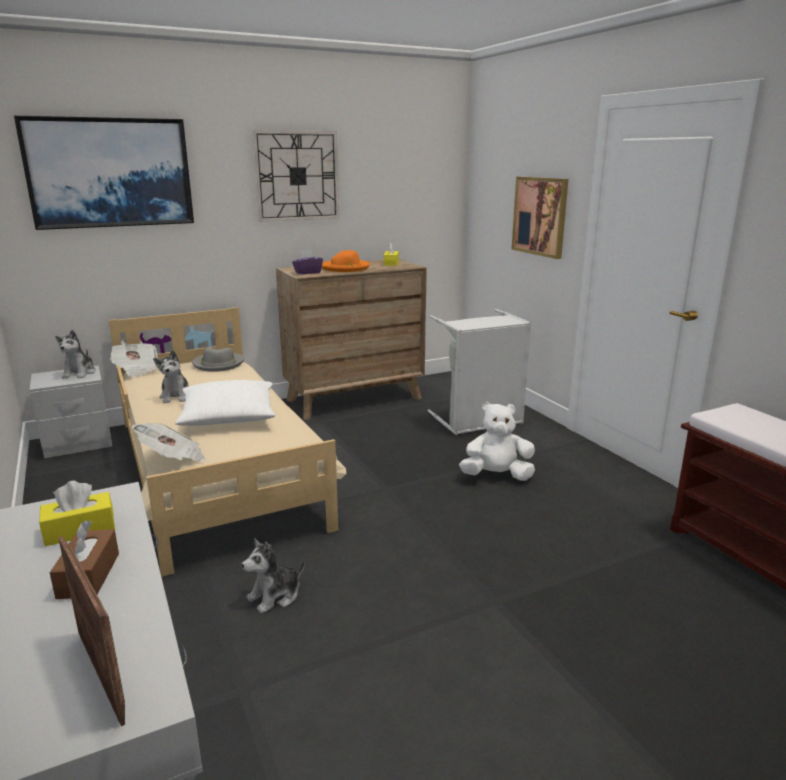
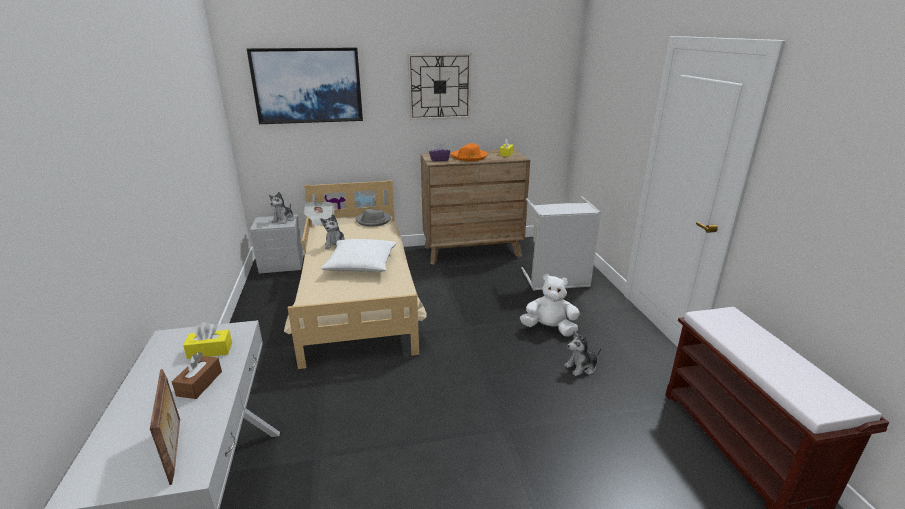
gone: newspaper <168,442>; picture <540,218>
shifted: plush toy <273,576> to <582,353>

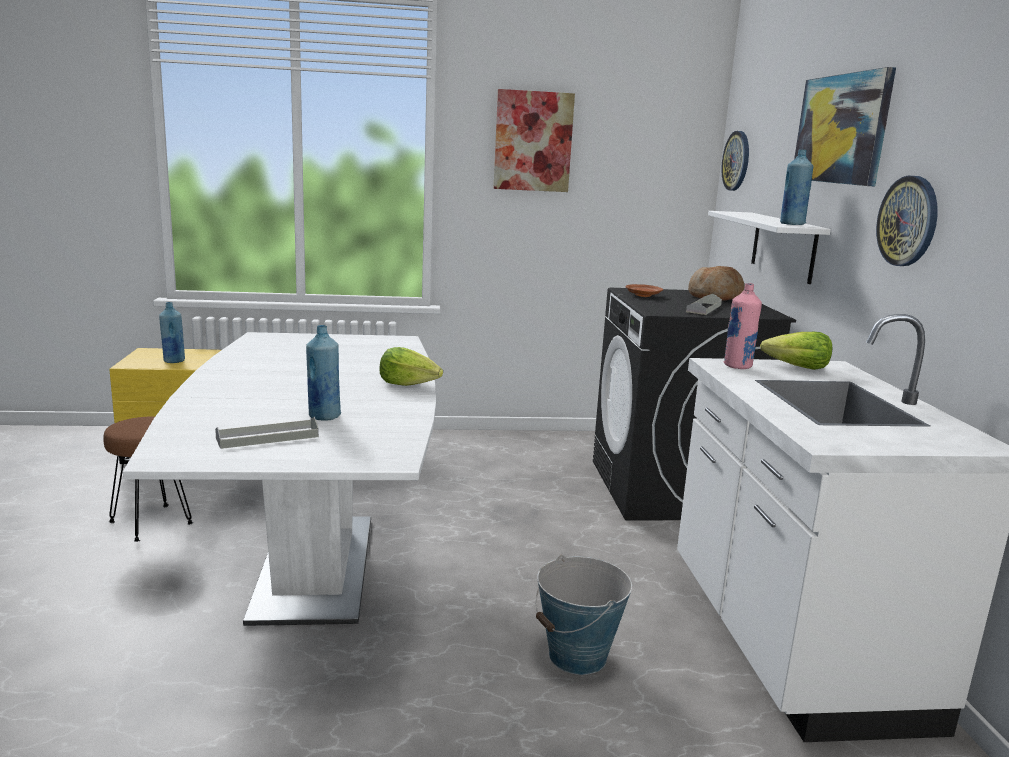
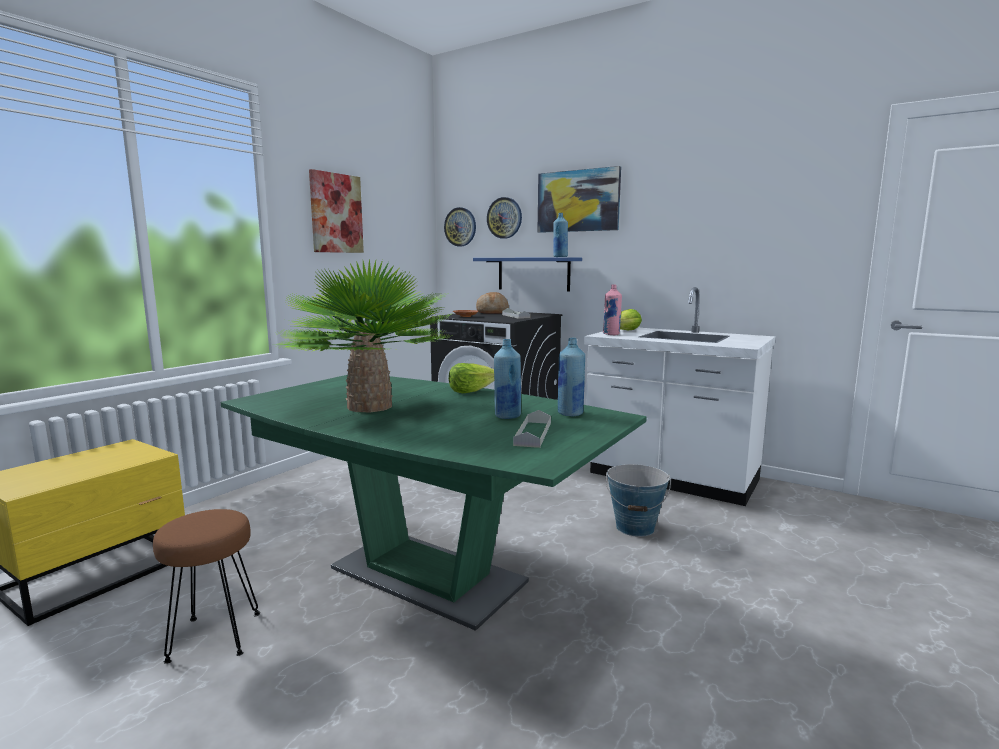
new: potted plant <363,335>
shifted: blue bottle <172,332> to <571,377>; clock on the wall <907,221> to <504,218>
repainted: white-coloured dining table <279,479> to green dining table <433,503>; white-coloured bracket shelf <769,247> to blue bracket shelf <527,274>

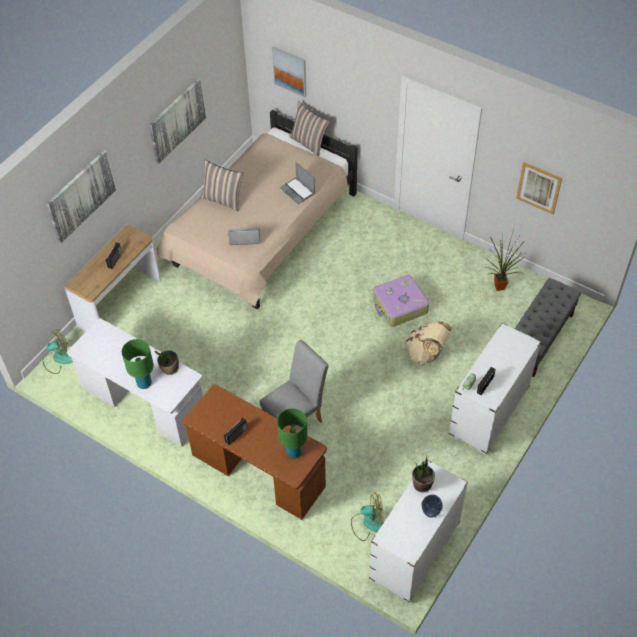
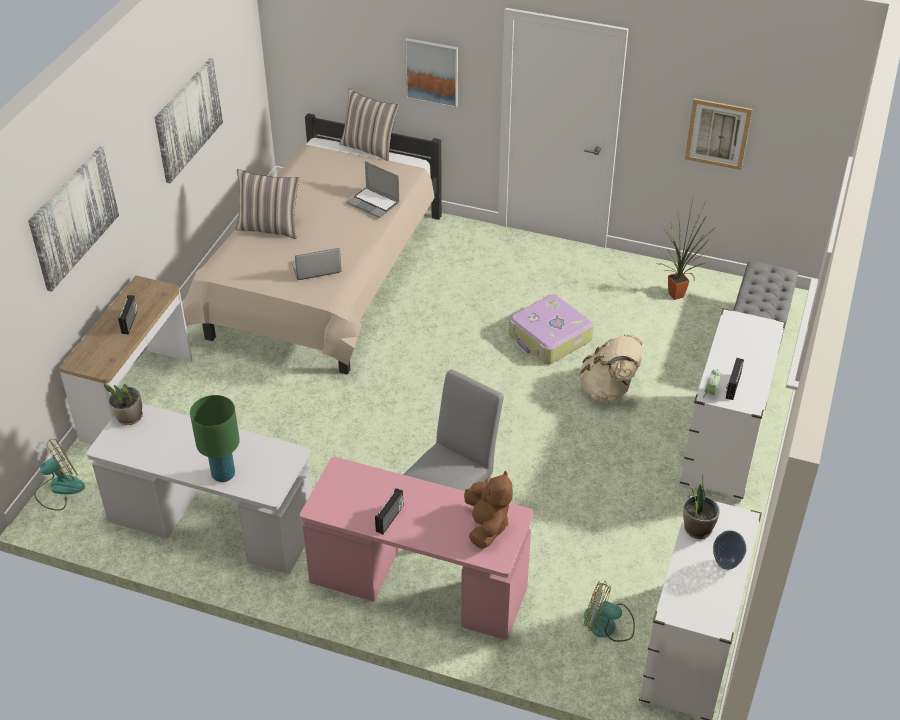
shifted: potted plant <167,362> to <123,404>; picture <289,72> to <431,73>
swapped: green tabletop lamp <292,433> to brownish plush toy <488,509>
repainted: brownish desk <255,452> to pinkish desk <417,548>
rotated: cooling fan <367,517> = <609,611> 150 degrees counterclockwise

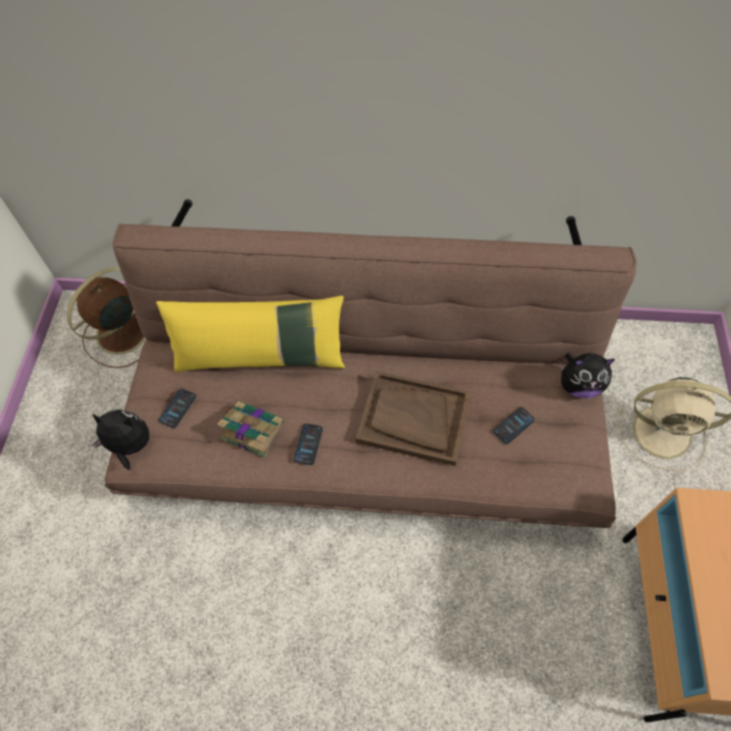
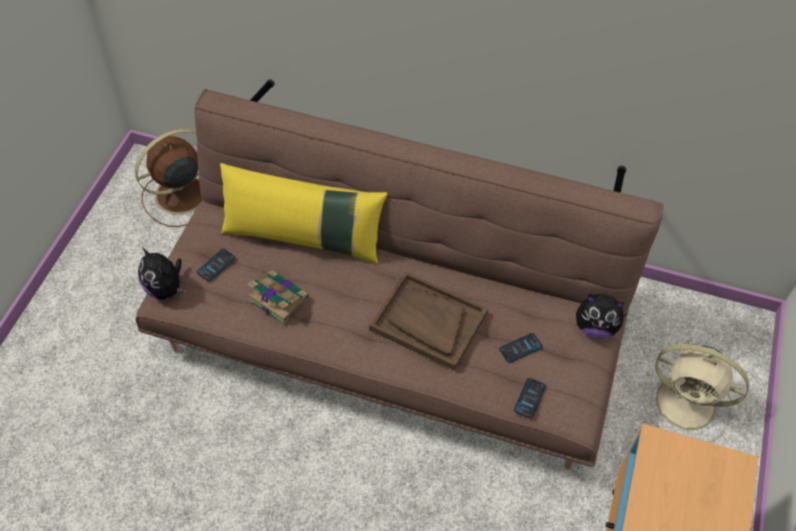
shifted: telephone <308,444> to <530,398>
rotated: plush toy <120,439> = <162,273> 150 degrees counterclockwise

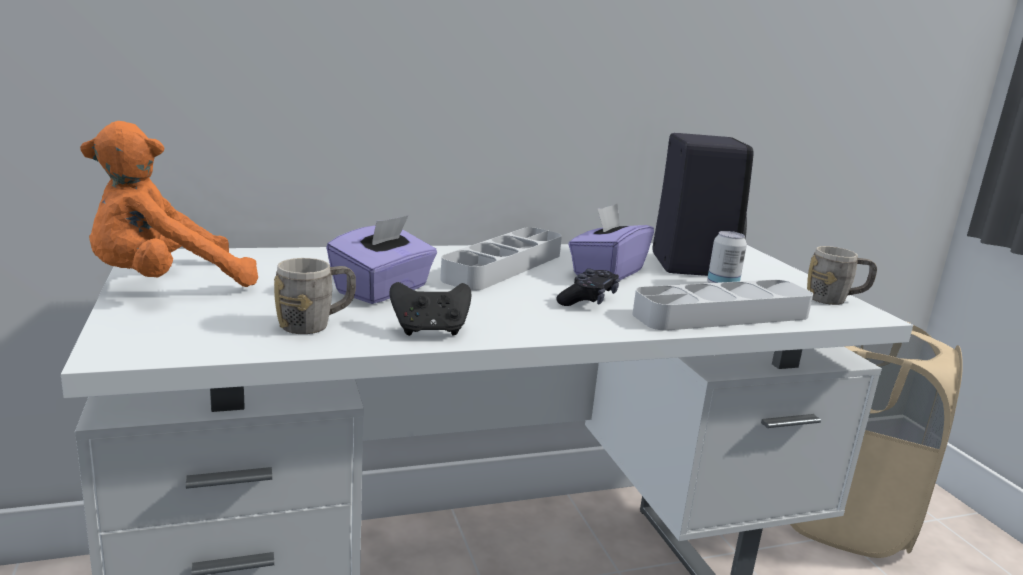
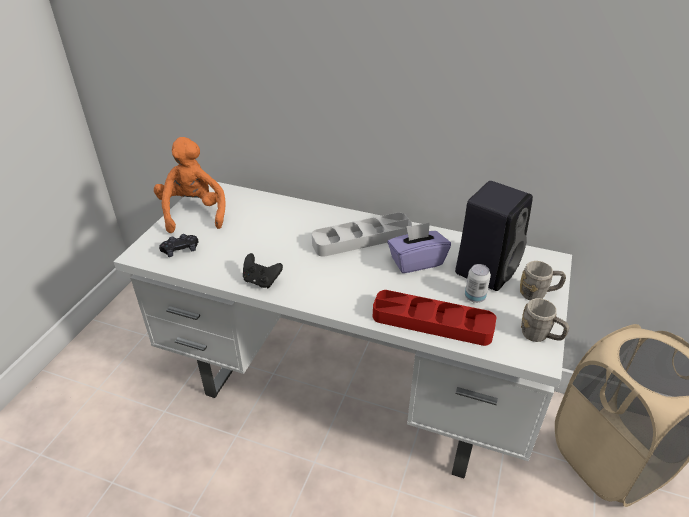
gone: purple-coloured tissue box <381,259>
shifted: greyish mug <315,296> to <543,280>; blackish gamepad <588,287> to <179,245>
repainted: greyish serving tray <722,305> to red serving tray <435,318>
rotated: orange plush toy <169,204> = <190,185> 75 degrees clockwise

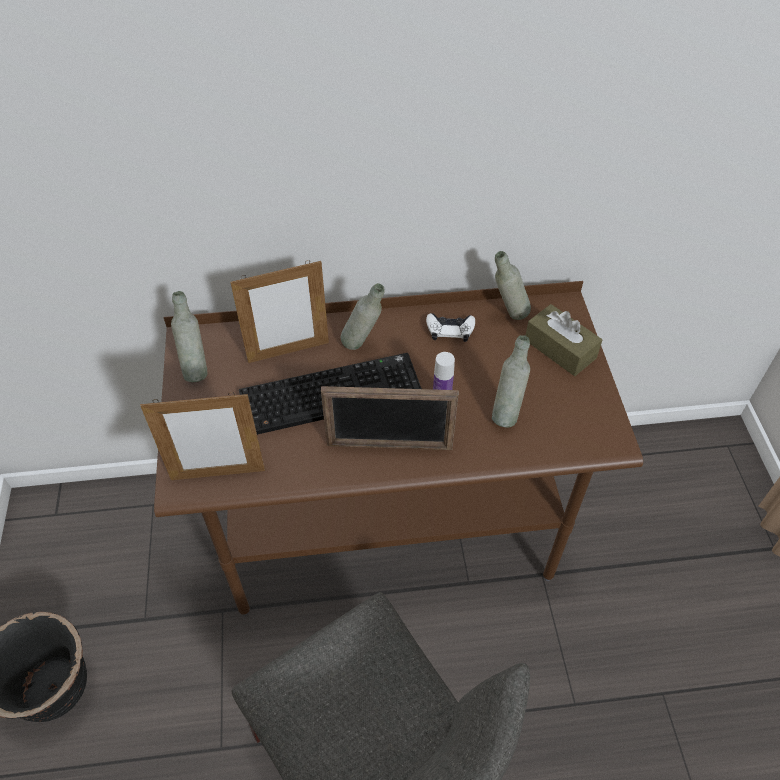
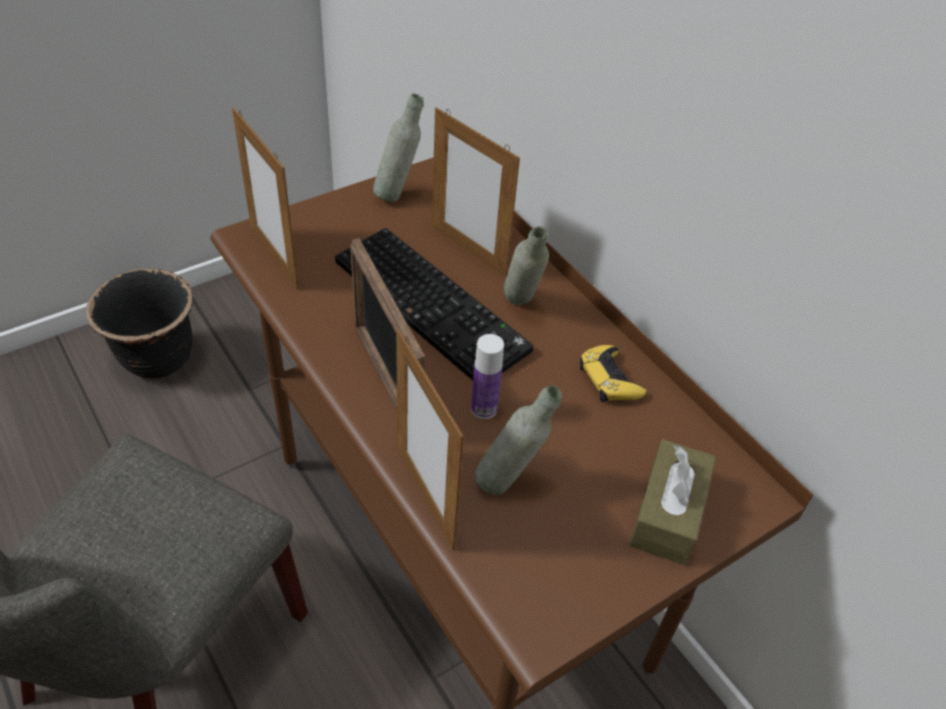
gone: greyish bottle <513,285>
new: picture frame <430,439>
repainted: white-coloured gamepad <450,327> to yellow-coloured gamepad <613,373>

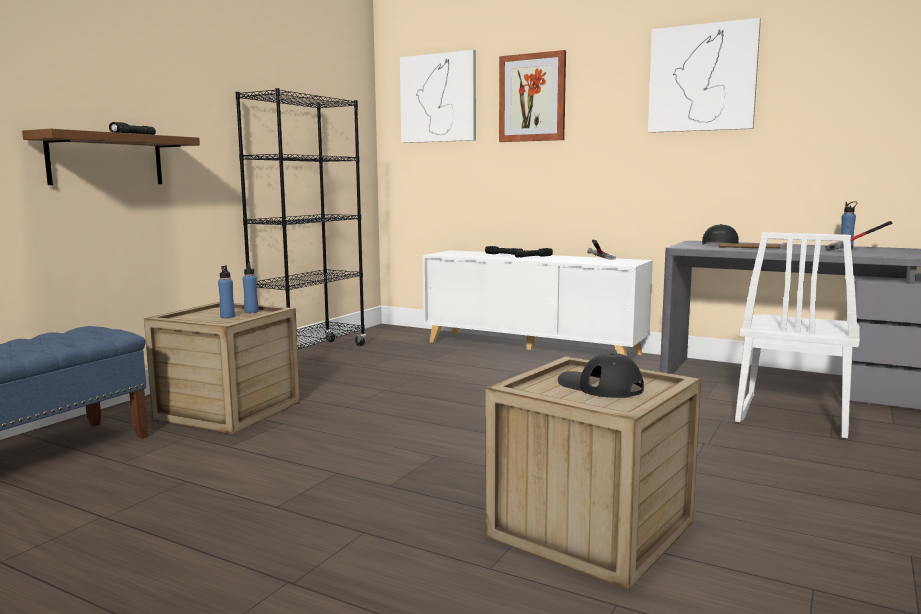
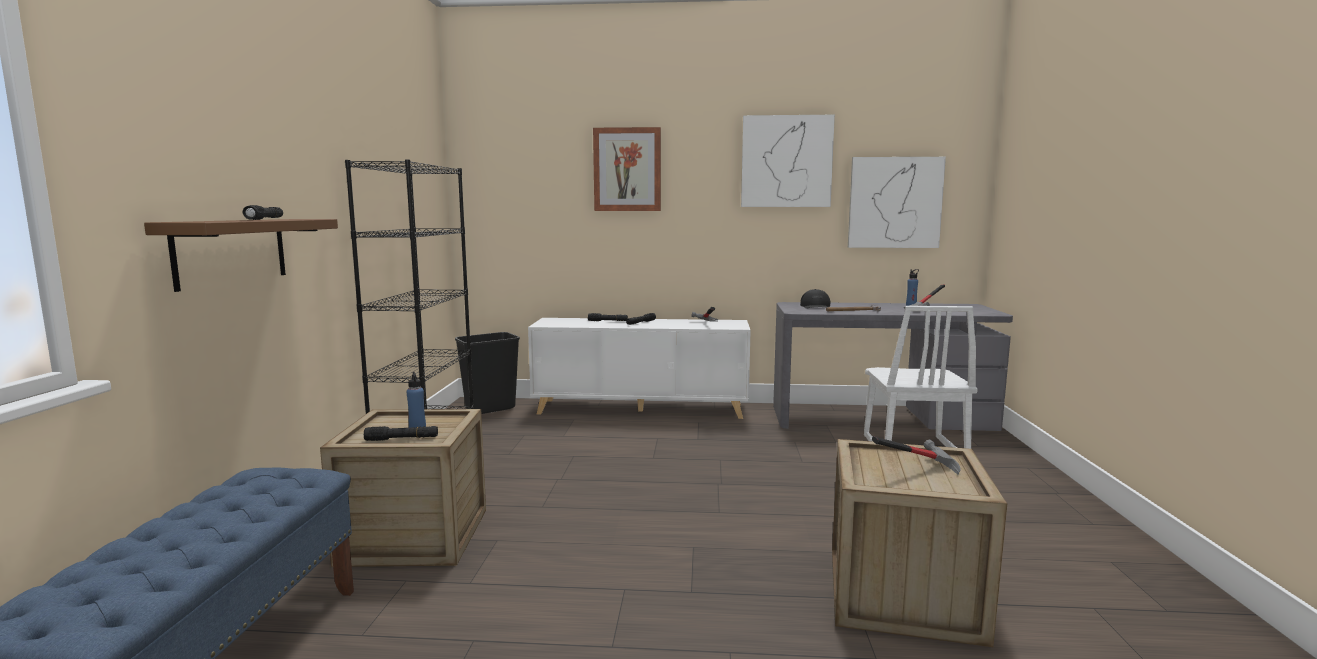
gone: blue bottle <250,287>
new: blackish flashlight <401,433>; blackish waste bin <487,373>
shifted: picture <438,96> to <897,202>
swapped: blackish baseball cap <601,375> to tool hammer <916,455>

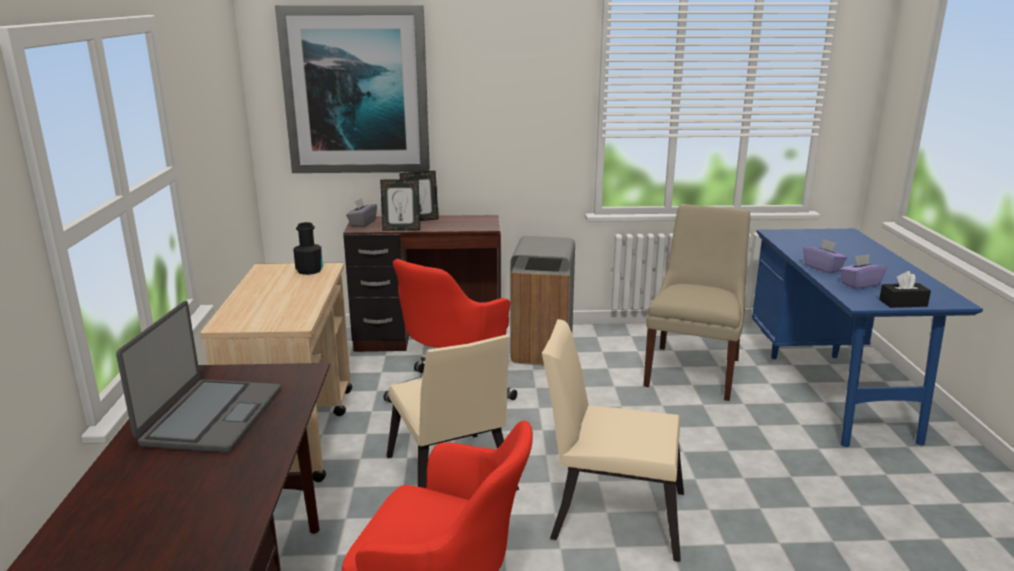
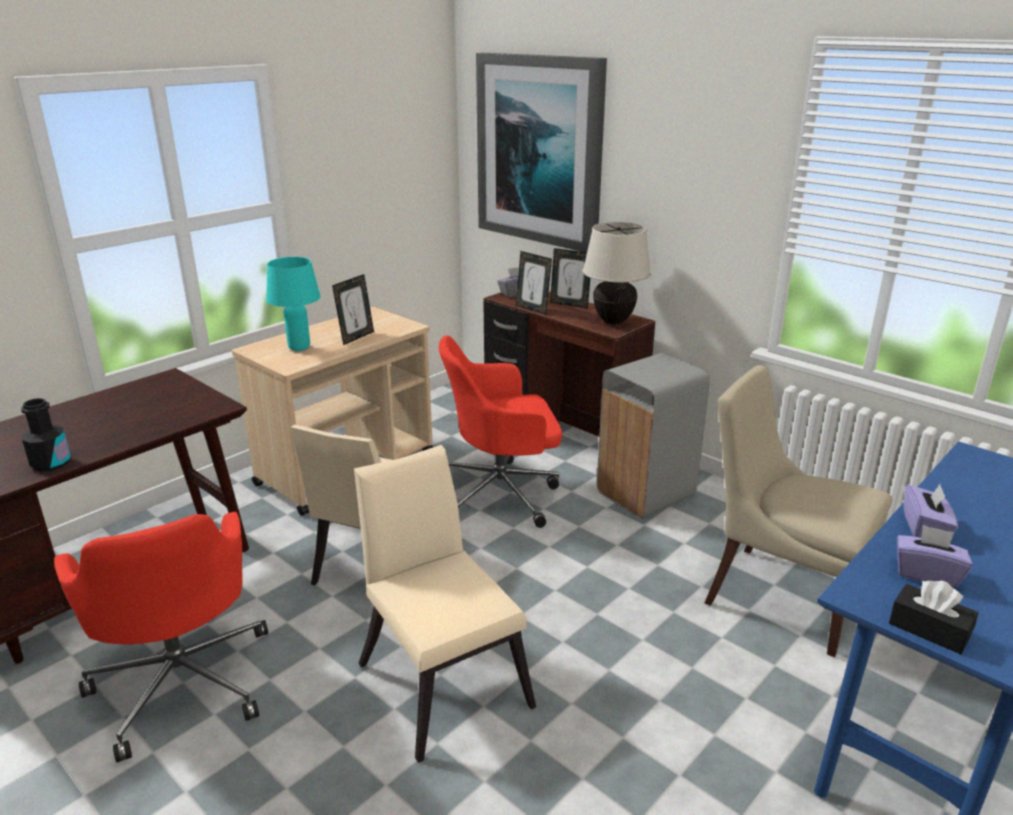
gone: laptop <198,377>
new: turquoise tabletop lamp <293,304>; picture frame <353,309>; sand-coloured tabletop lamp <617,273>
shifted: blackish bottle <308,248> to <45,435>
rotated: sand-coloured chair <696,302> = <798,511> 120 degrees counterclockwise

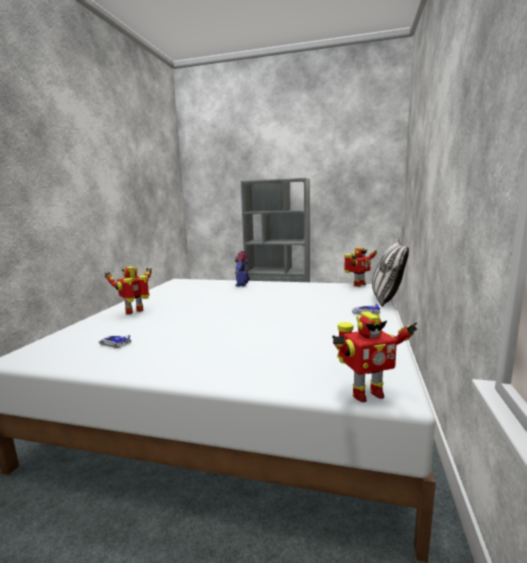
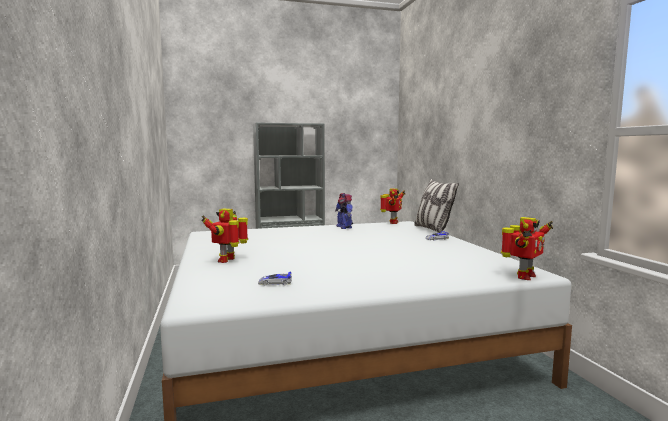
shifted: model robot <242,269> to <344,211>

